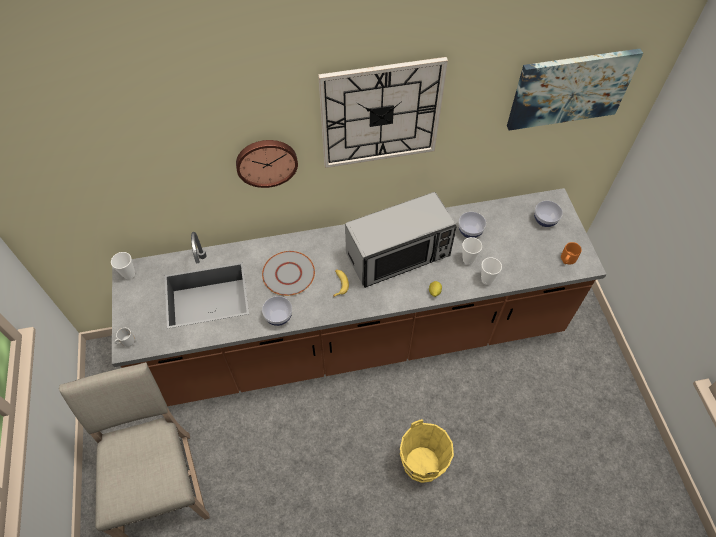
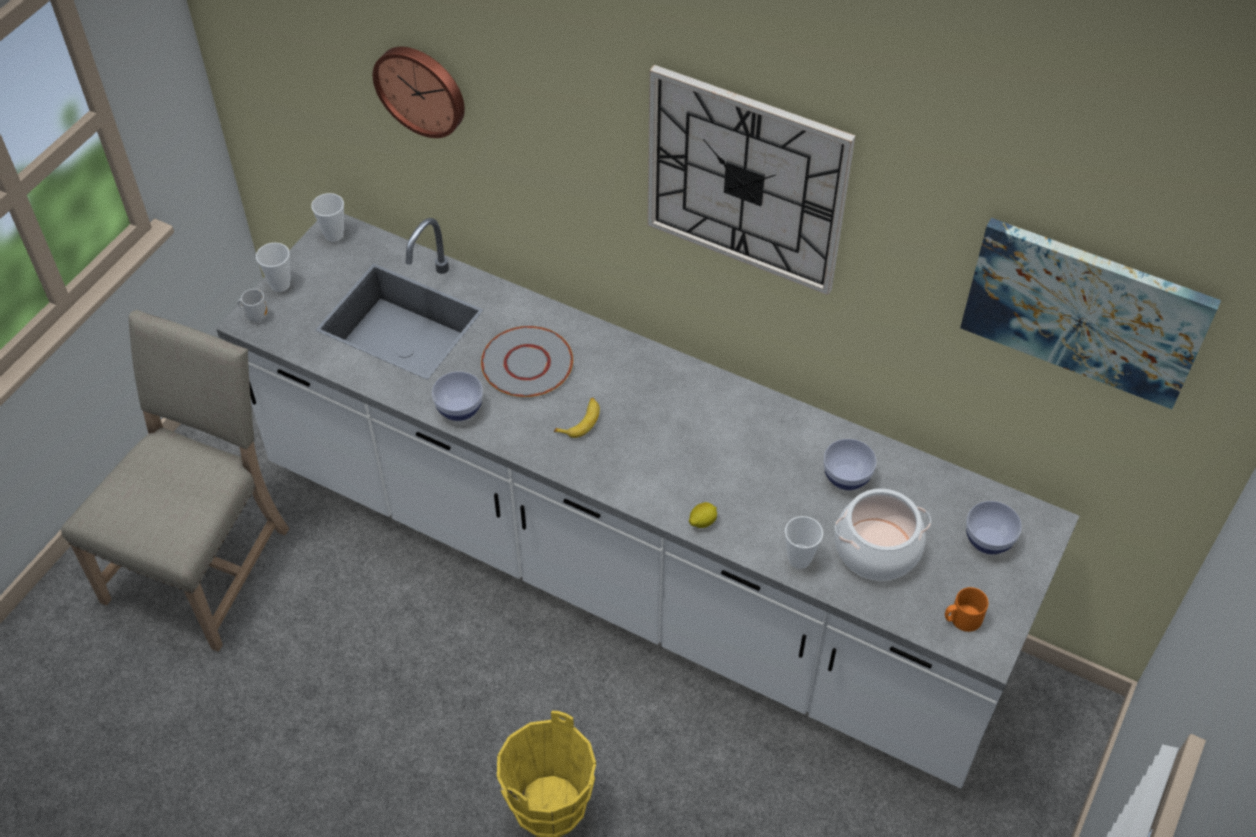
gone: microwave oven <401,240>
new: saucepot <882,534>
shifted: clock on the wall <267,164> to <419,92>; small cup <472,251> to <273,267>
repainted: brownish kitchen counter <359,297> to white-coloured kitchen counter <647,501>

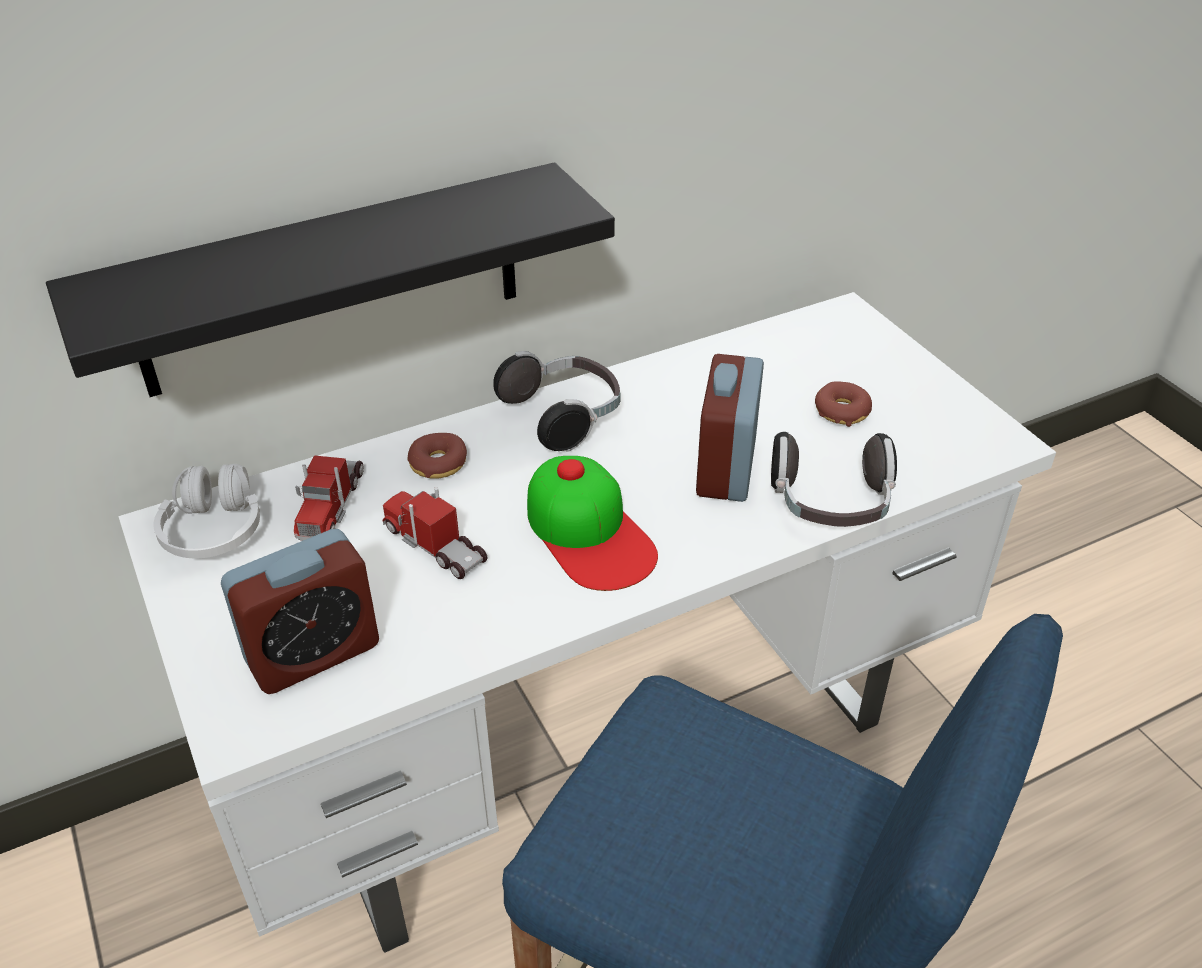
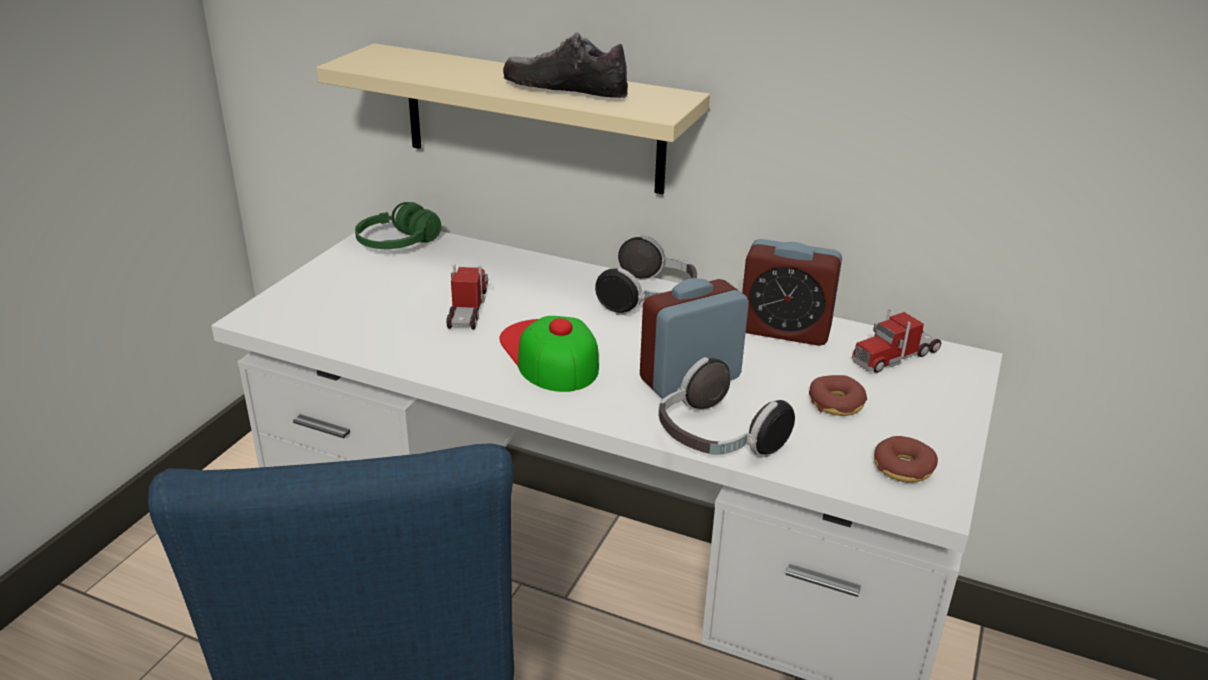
new: item of footwear <565,65>
shifted: bedside clock <300,611> to <792,292>; toy truck <329,498> to <896,341>; doughnut <437,455> to <906,459>
repainted: blackish bracket shelf <330,279> to sand-coloured bracket shelf <513,118>; white-coloured pair of headphones <206,511> to green pair of headphones <398,225>
rotated: baseball cap <592,523> = <549,354> 135 degrees clockwise

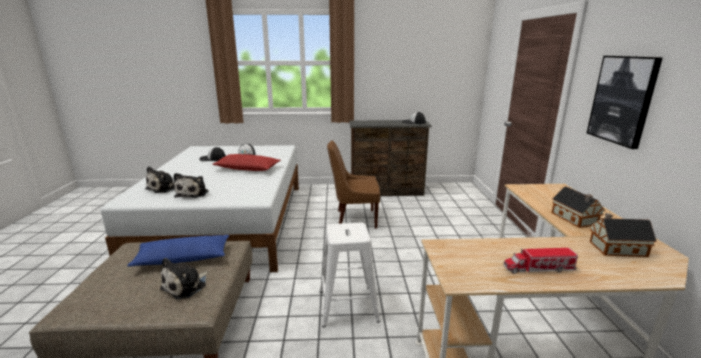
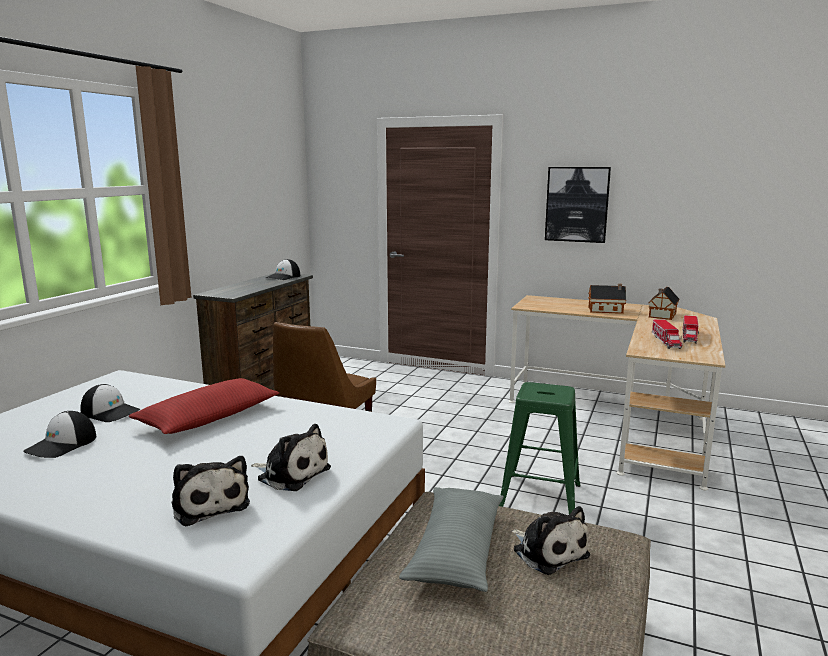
new: toy truck <667,334>
repainted: blue pillow <178,251> to greyish pillow <451,539>; white-coloured sitting stool <349,275> to green sitting stool <540,448>

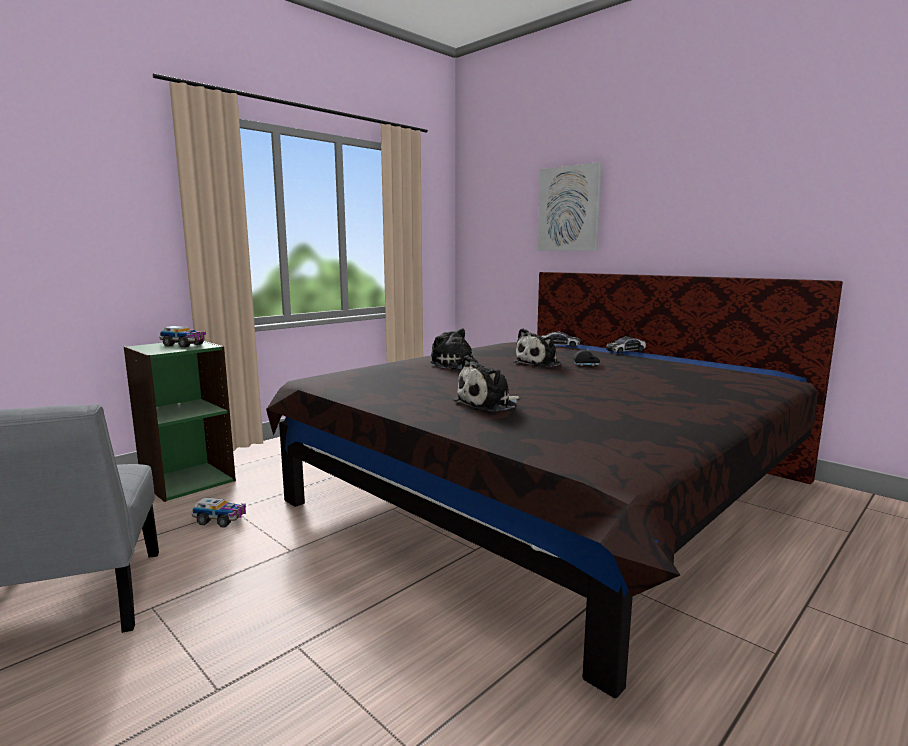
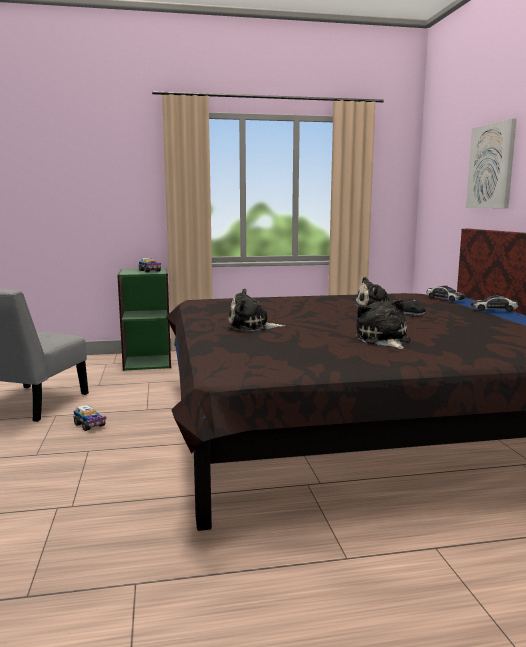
shifted: toy truck <218,512> to <89,418>; plush toy <454,348> to <383,324>

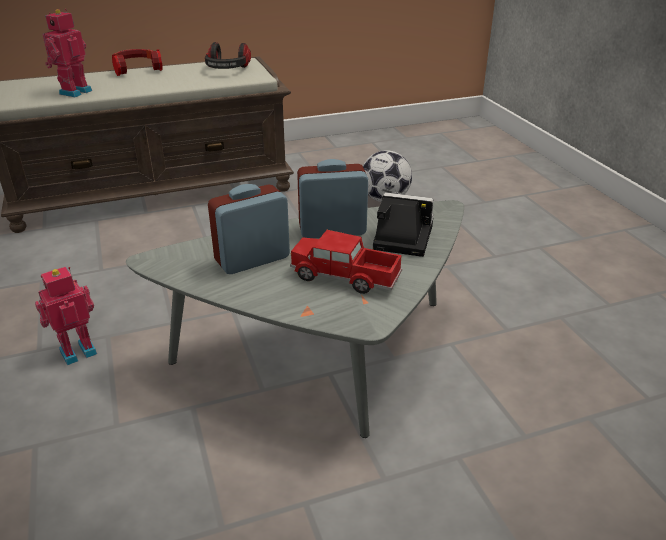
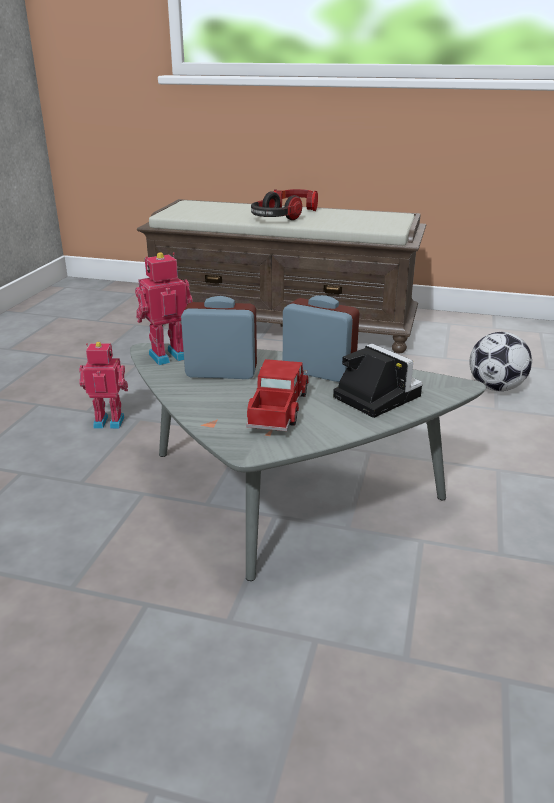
shifted: model robot <67,53> to <164,308>; pair of headphones <228,55> to <276,206>
rotated: toy truck <346,262> = <277,395> 45 degrees clockwise

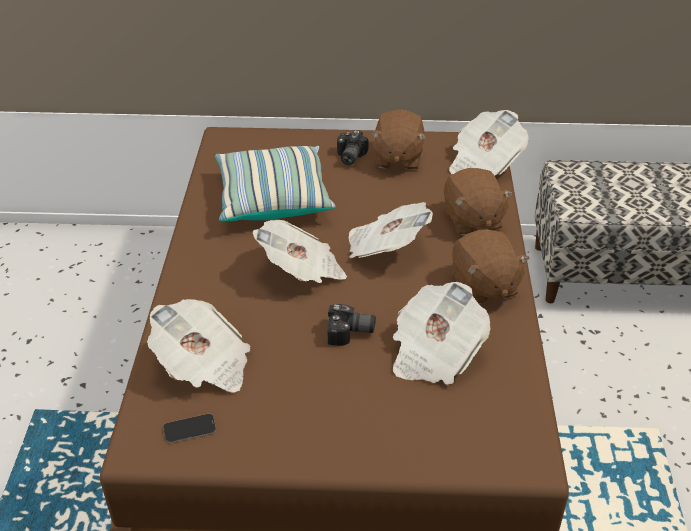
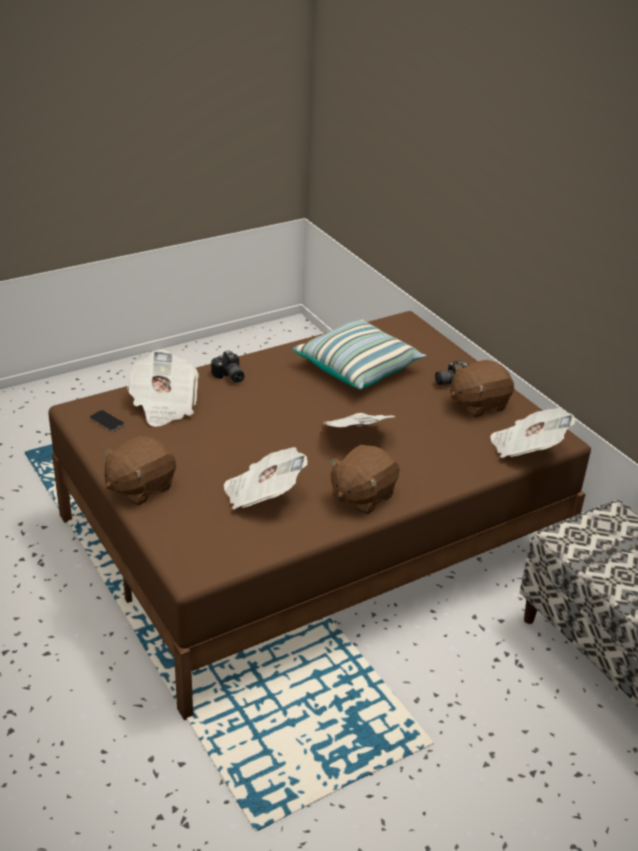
gone: newspaper <300,251>
shifted: still camera <351,325> to <227,366>; brownish plush toy <478,202> to <139,471>

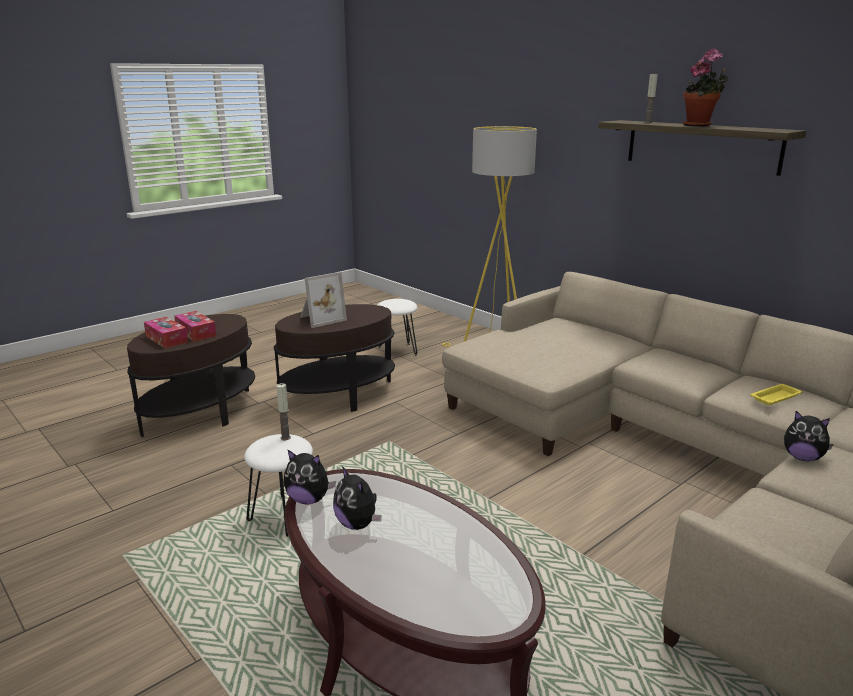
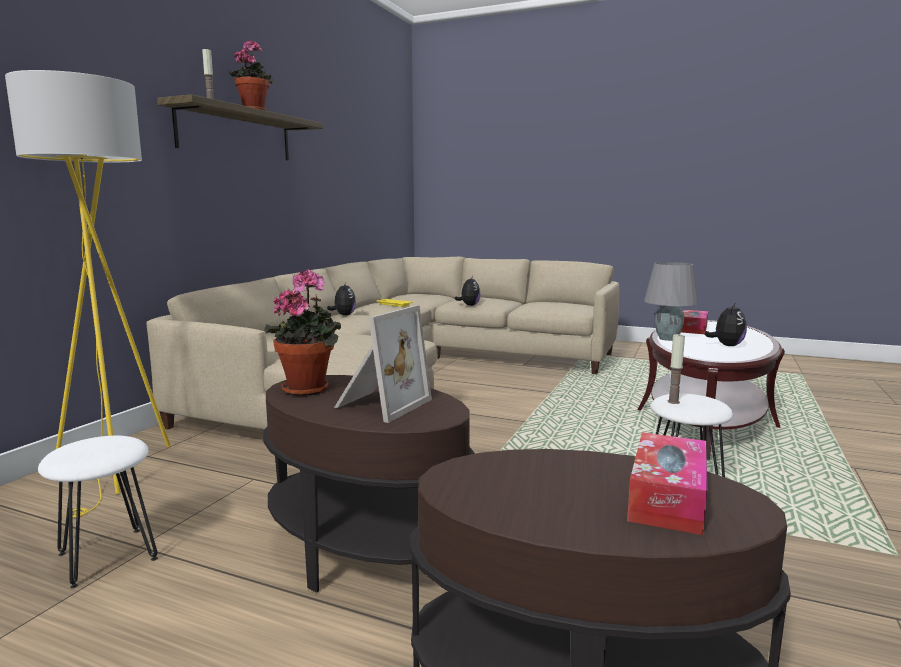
new: potted plant <302,332>; greyish tabletop lamp <671,301>
shifted: tissue box <195,326> to <694,322>; plush toy <310,477> to <341,299>
rotated: picture frame <323,300> = <383,364> 90 degrees clockwise

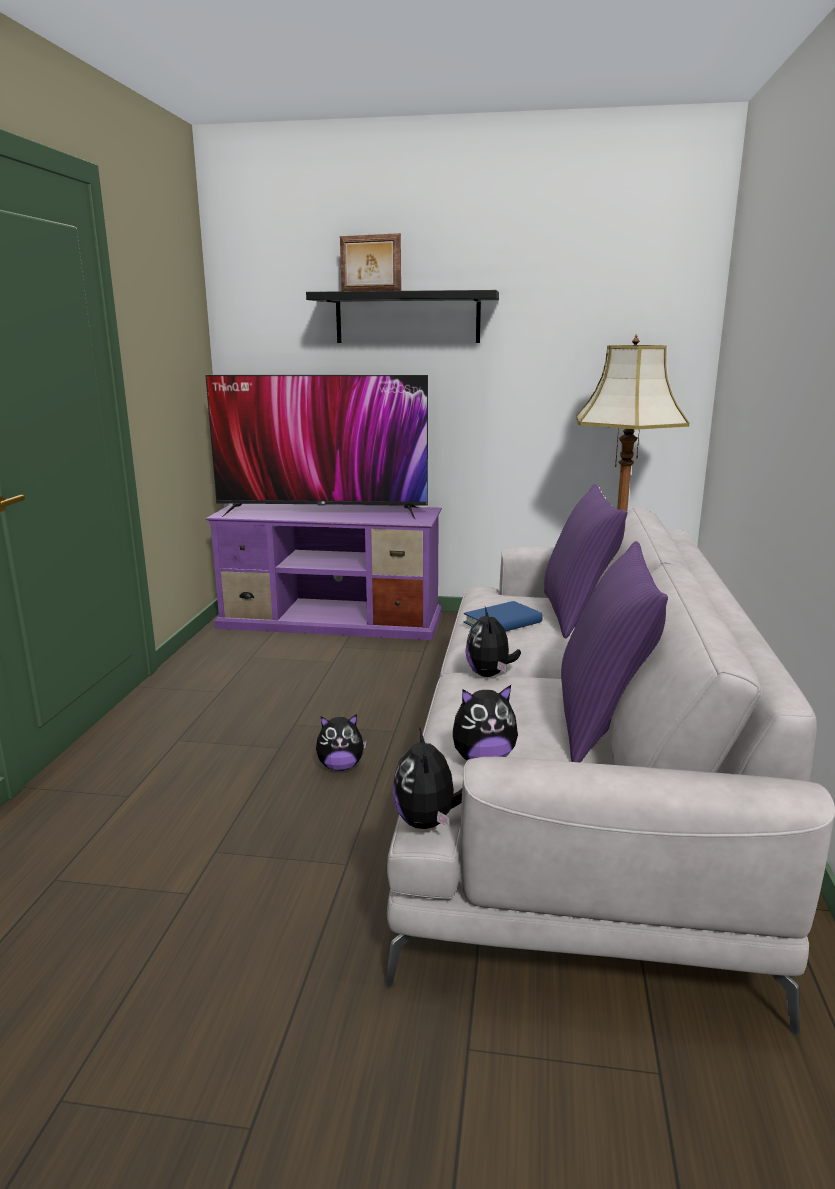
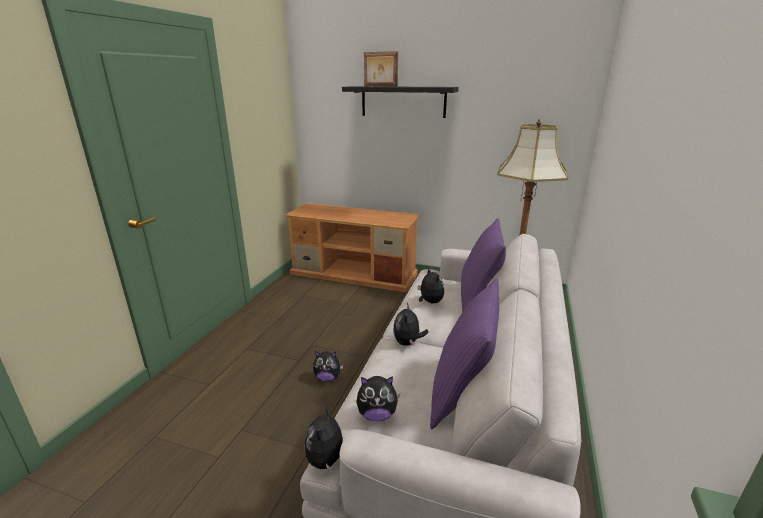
gone: TV set <317,447>
swapped: blue volume <503,616> to plush toy <431,286>
repainted: purple-coloured tv unit <324,572> to brownish tv unit <352,248>

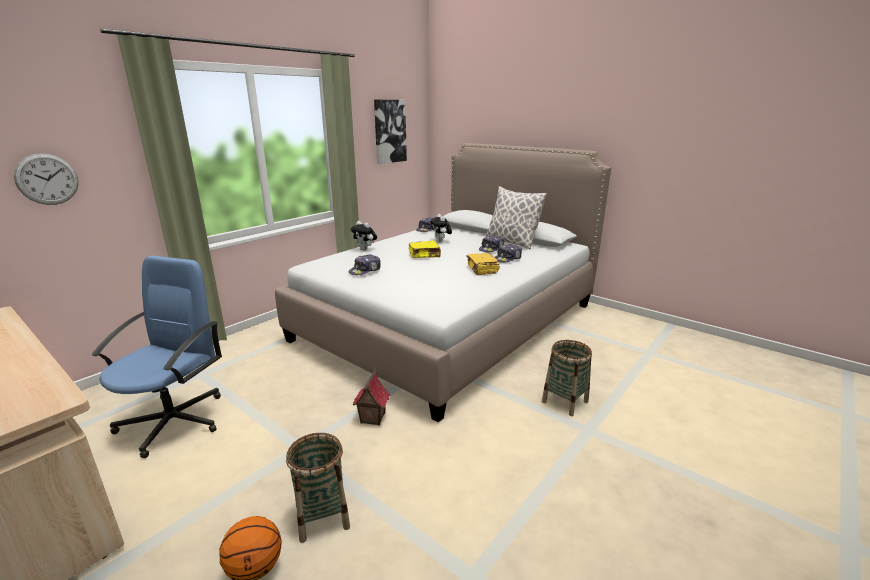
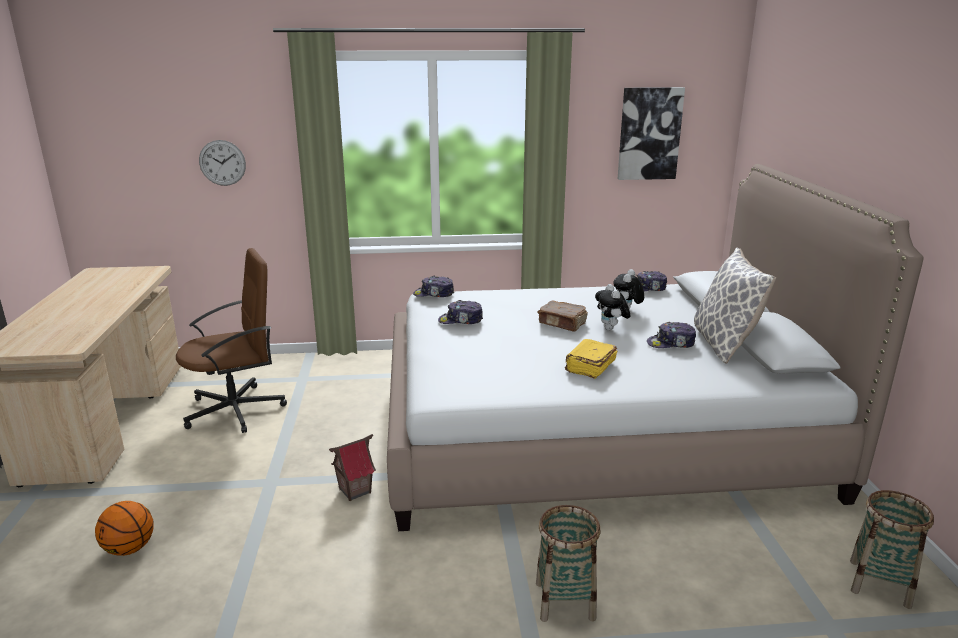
shifted: storage basket <318,488> to <892,549>; plush toy <364,236> to <612,307>; baseball cap <508,253> to <433,286>
repainted: blue computer chair <157,356> to brownish computer chair <231,340>; yellow-coloured volume <424,249> to brownish volume <562,316>

